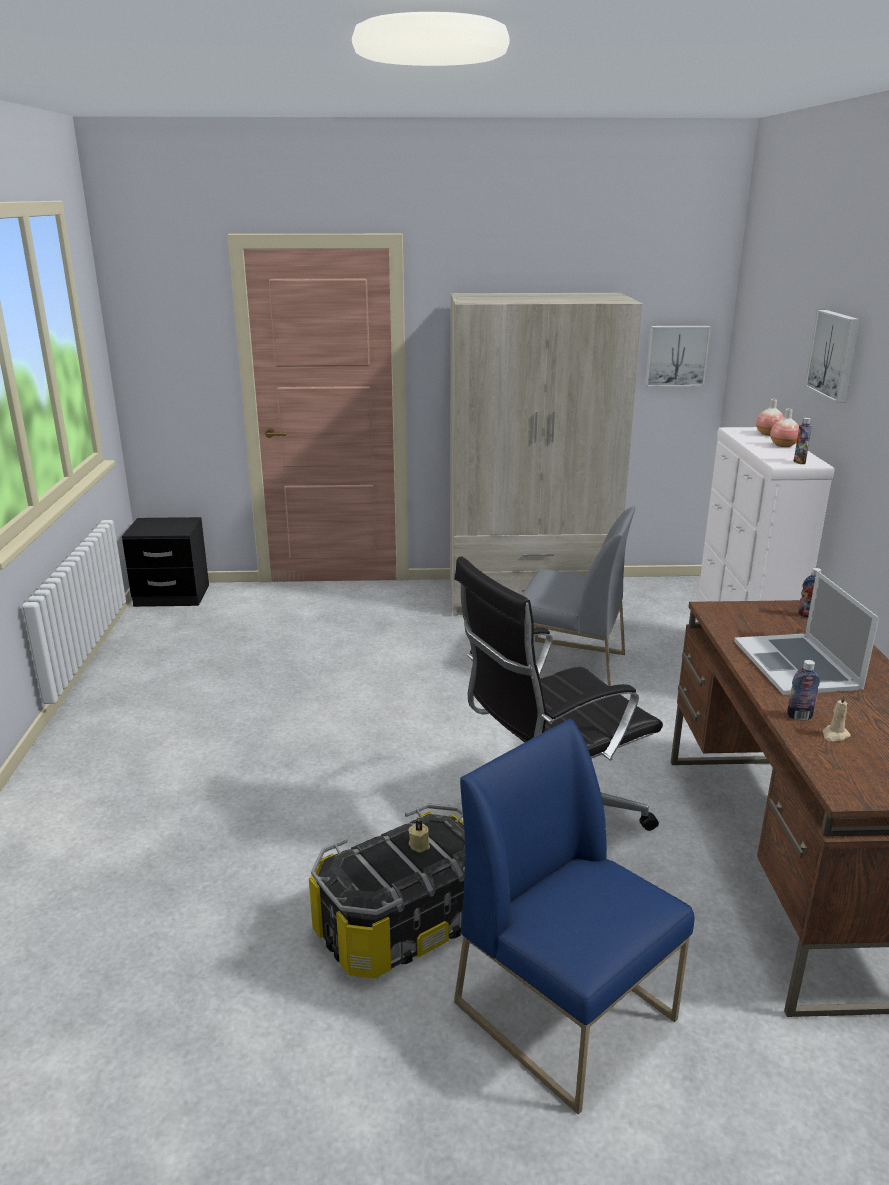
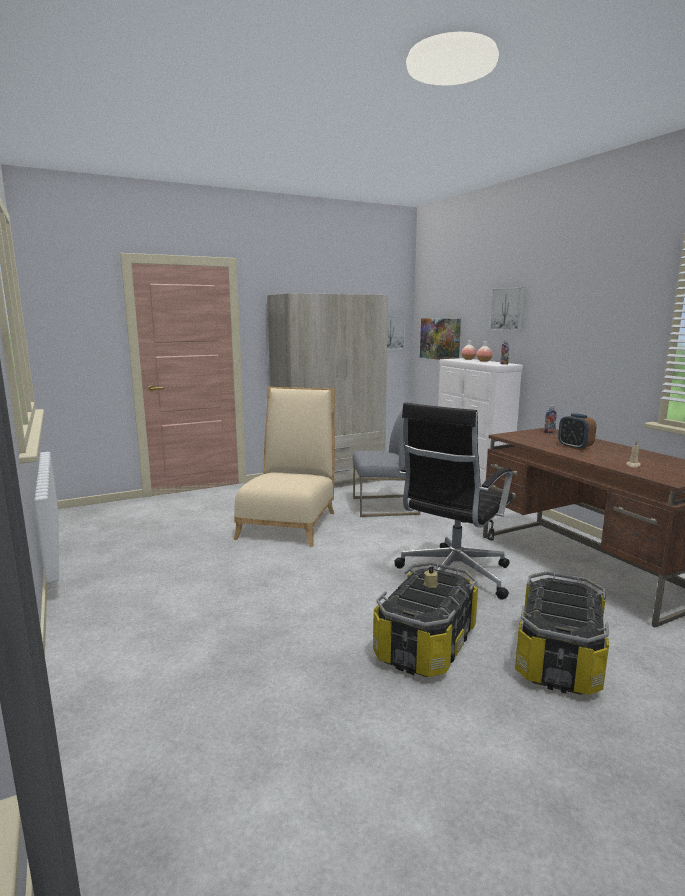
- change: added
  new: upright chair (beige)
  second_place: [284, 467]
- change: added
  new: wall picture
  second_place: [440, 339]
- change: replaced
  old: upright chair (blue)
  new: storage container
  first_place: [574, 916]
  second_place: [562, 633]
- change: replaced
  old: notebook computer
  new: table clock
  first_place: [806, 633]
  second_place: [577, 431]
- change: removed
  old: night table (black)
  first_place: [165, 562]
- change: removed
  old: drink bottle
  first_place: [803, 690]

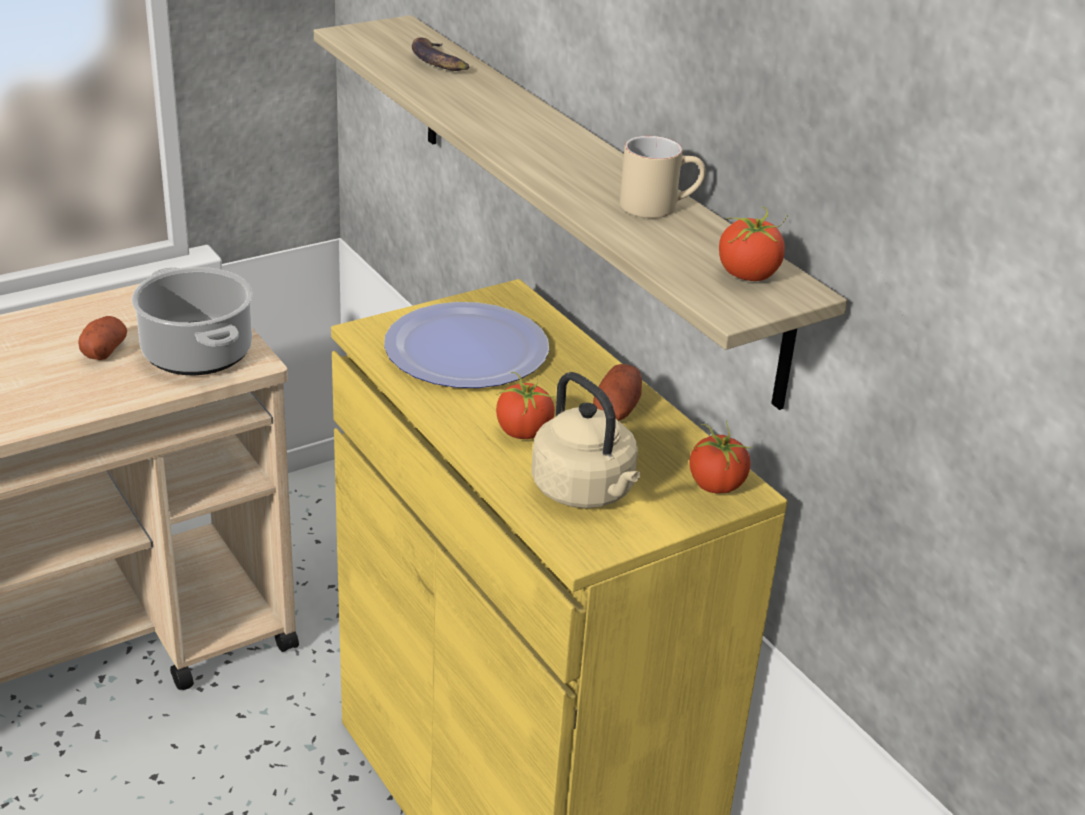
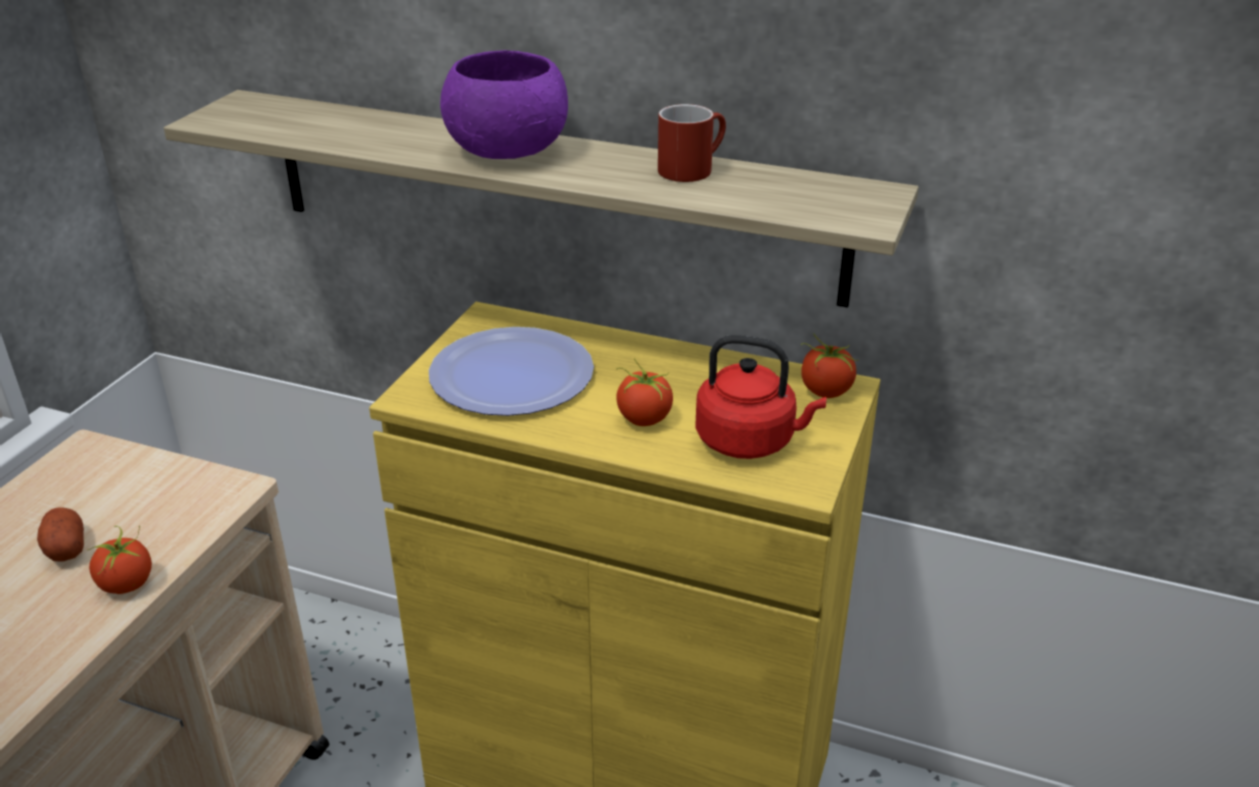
- change: moved
  old: tomato
  first_place: [753, 244]
  second_place: [119, 560]
- change: added
  new: bowl (purplish)
  second_place: [504, 104]
- change: recoloured
  old: tea mug (beige)
  new: tea mug (reddish)
  first_place: [663, 177]
  second_place: [692, 143]
- change: recoloured
  old: kettle (beige)
  new: kettle (reddish)
  first_place: [585, 440]
  second_place: [760, 397]
- change: removed
  old: saucepot
  first_place: [192, 321]
- change: removed
  old: banana fruit
  first_place: [440, 54]
- change: removed
  old: spud
  first_place: [617, 392]

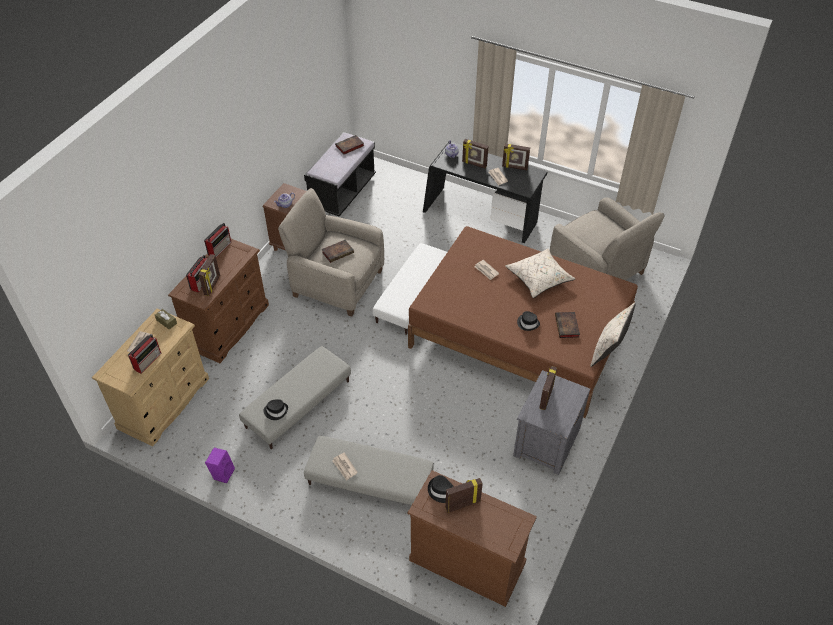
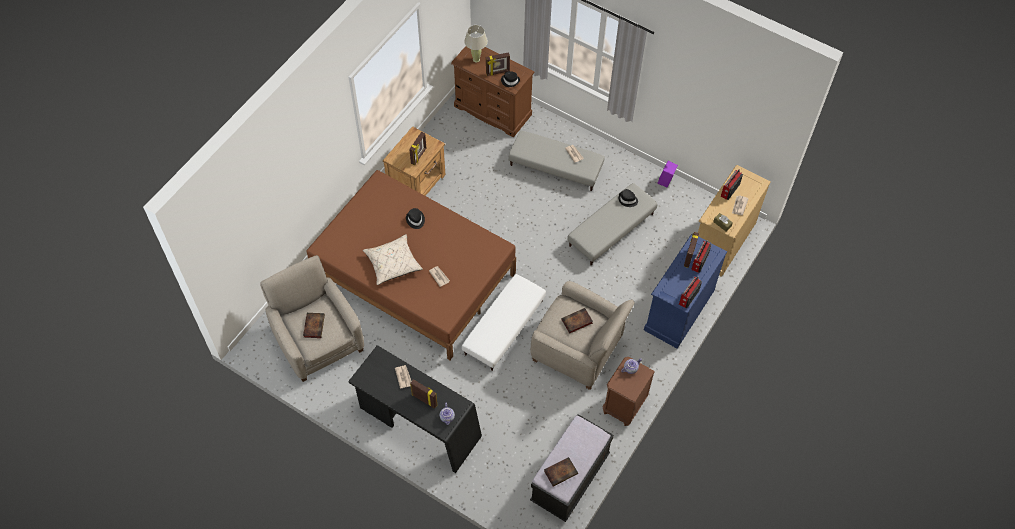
- change: moved
  old: bound book
  first_place: [567, 325]
  second_place: [314, 325]
- change: recoloured
  old: night table (grey)
  new: night table (brownish)
  first_place: [551, 422]
  second_place: [414, 161]
- change: added
  new: lamp for a table (beige)
  second_place: [476, 44]
- change: recoloured
  old: dresser (brownish)
  new: dresser (blue)
  first_place: [218, 301]
  second_place: [685, 291]
- change: removed
  old: picture frame
  first_place: [516, 156]
- change: removed
  old: cushion (beige)
  first_place: [613, 335]

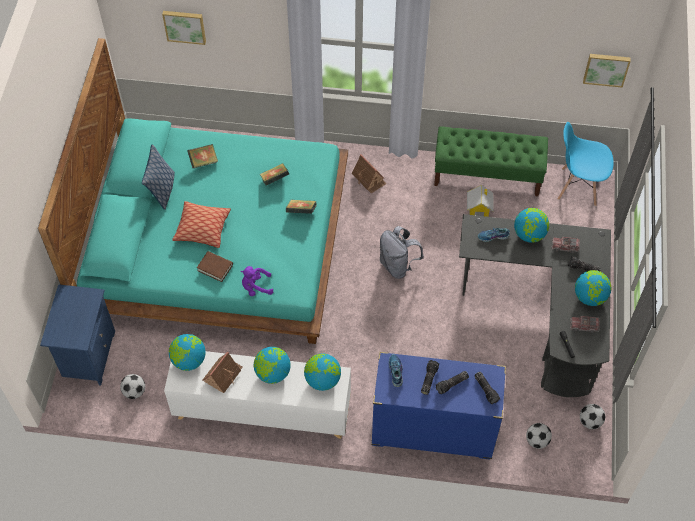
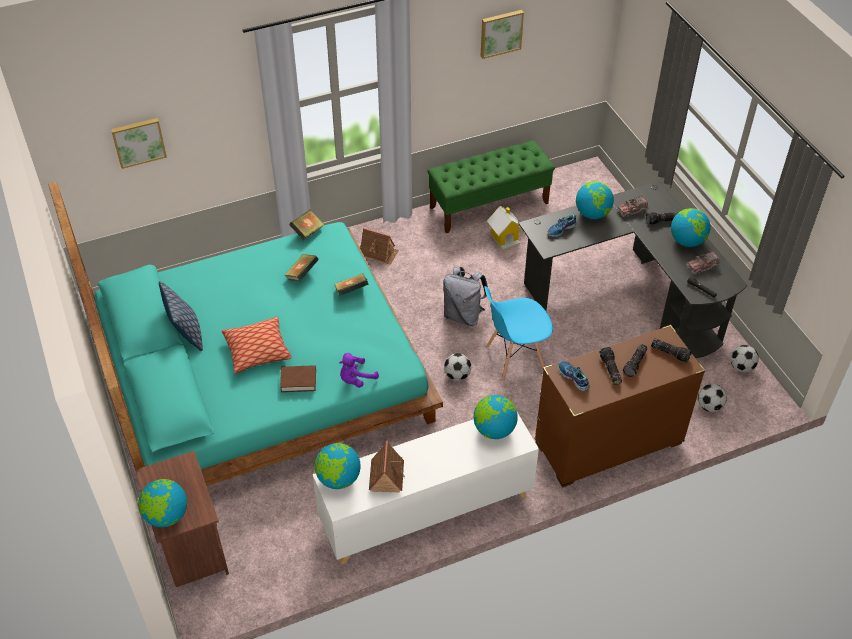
- change: recoloured
  old: night table (blue)
  new: night table (brownish)
  first_place: [77, 335]
  second_place: [182, 519]
- change: moved
  old: world globe
  first_place: [272, 365]
  second_place: [162, 503]
- change: moved
  old: bound book
  first_place: [202, 156]
  second_place: [306, 225]
- change: moved
  old: football
  first_place: [132, 386]
  second_place: [457, 367]
- change: moved
  old: wall picture
  first_place: [607, 71]
  second_place: [502, 34]
- change: moved
  old: upright chair (blue)
  first_place: [586, 164]
  second_place: [519, 334]
- change: recoloured
  old: dresser (blue)
  new: dresser (brownish)
  first_place: [438, 406]
  second_place: [619, 406]

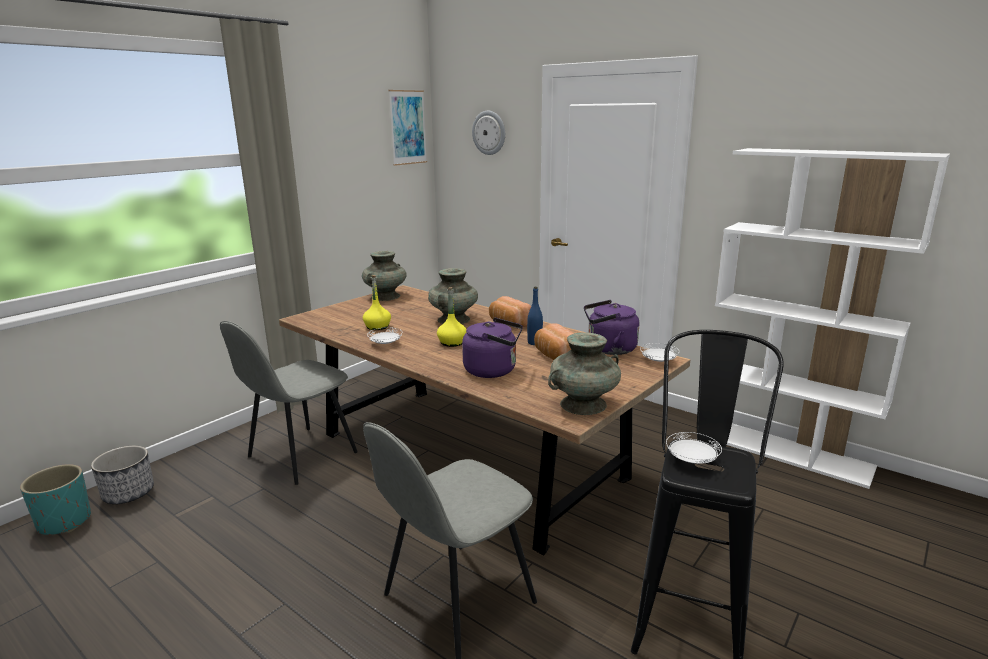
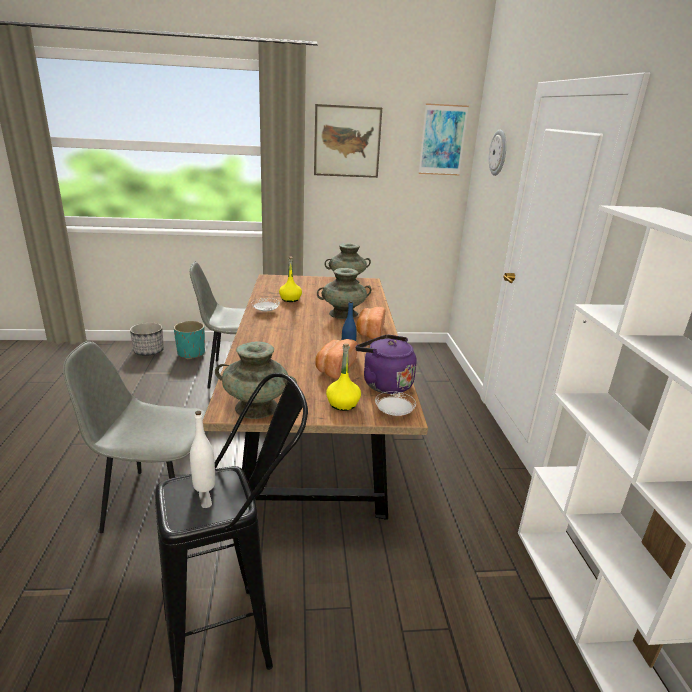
- change: moved
  old: planter (turquoise)
  first_place: [55, 499]
  second_place: [189, 340]
- change: replaced
  old: flat dish (white)
  new: drink bottle (white)
  first_place: [694, 448]
  second_place: [202, 451]
- change: added
  new: wall picture
  second_place: [348, 141]
- change: moved
  old: drink bottle (yellowish)
  first_place: [452, 317]
  second_place: [343, 377]
- change: removed
  old: kettle (purplish)
  first_place: [492, 347]

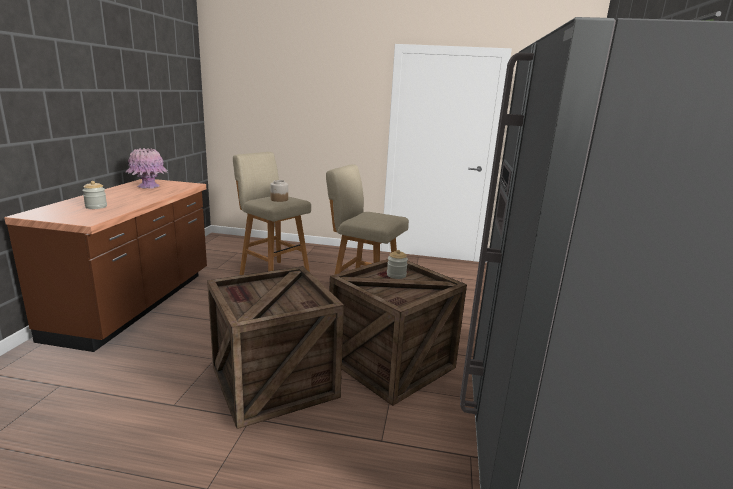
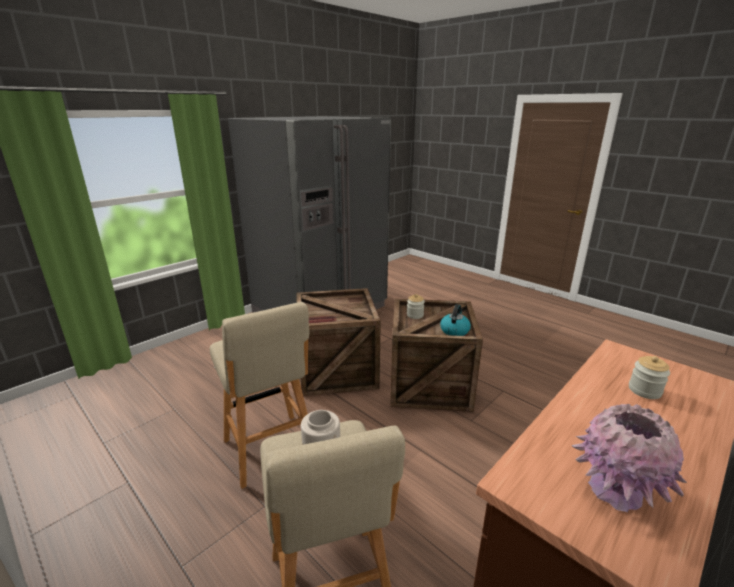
- change: moved
  old: jar
  first_place: [397, 264]
  second_place: [416, 306]
- change: added
  new: kettle
  second_place: [455, 320]

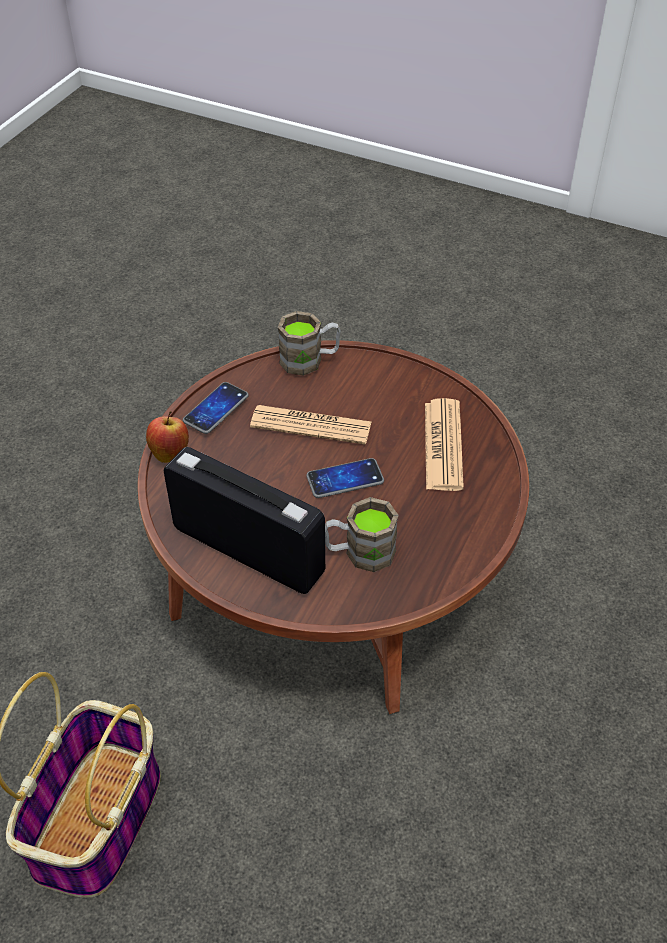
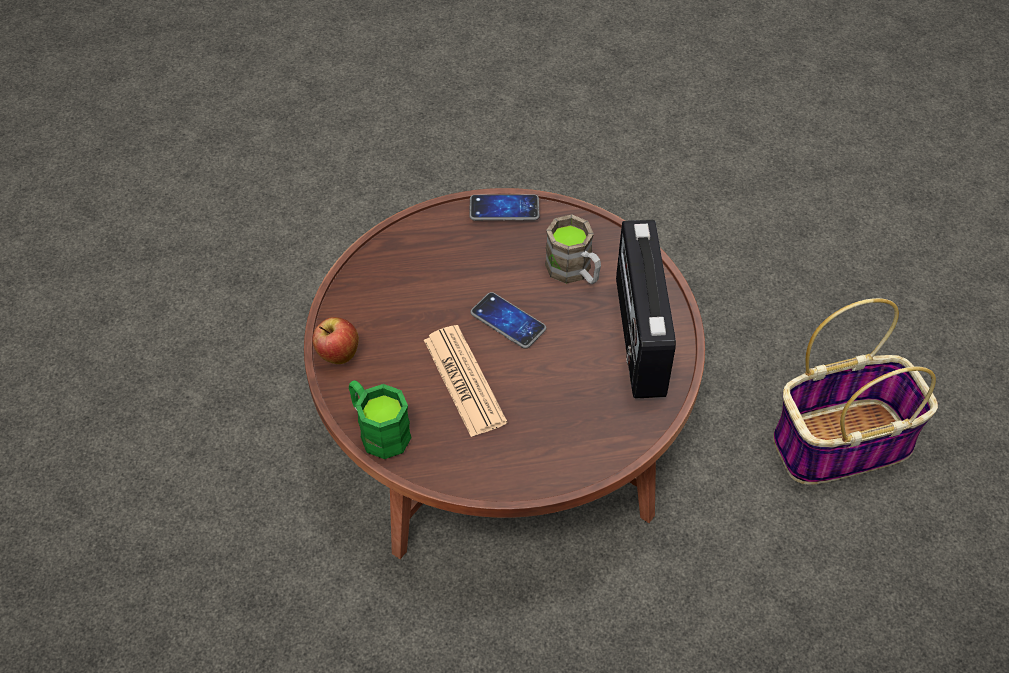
- change: moved
  old: whole apple
  first_place: [167, 437]
  second_place: [335, 340]
- change: recoloured
  old: tea mug (brownish)
  new: tea mug (green)
  first_place: [309, 343]
  second_place: [380, 419]
- change: moved
  old: handset
  first_place: [216, 408]
  second_place: [504, 207]
- change: removed
  old: printed paper
  first_place: [444, 444]

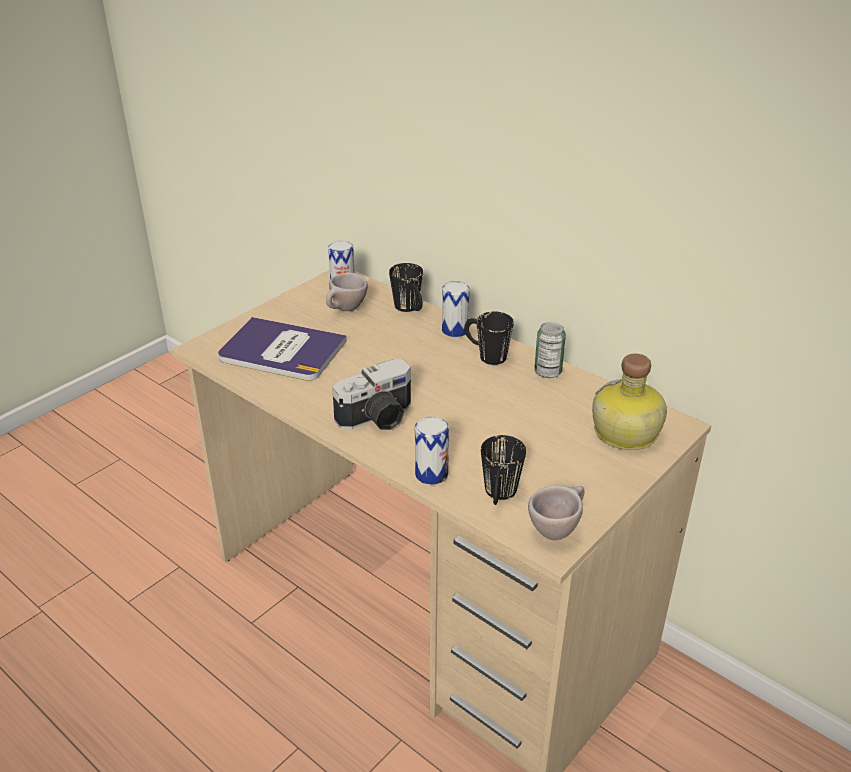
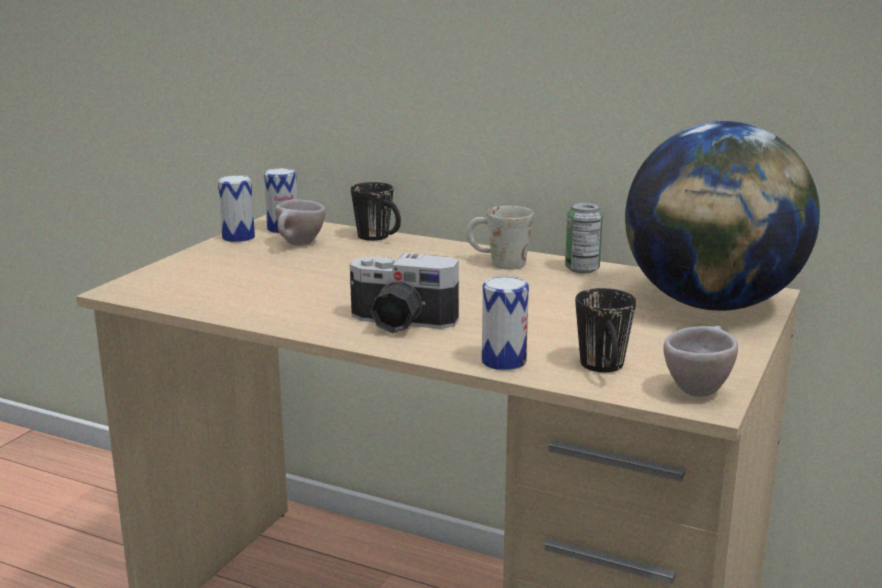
- change: moved
  old: can
  first_place: [456, 309]
  second_place: [236, 208]
- change: turned
  old: still camera
  first_place: [371, 394]
  second_place: [404, 293]
  degrees: 60
- change: recoloured
  old: tea mug (black)
  new: tea mug (white)
  first_place: [489, 338]
  second_place: [499, 238]
- change: replaced
  old: drink bottle
  new: world globe
  first_place: [629, 402]
  second_place: [722, 216]
- change: removed
  old: bound book
  first_place: [282, 349]

